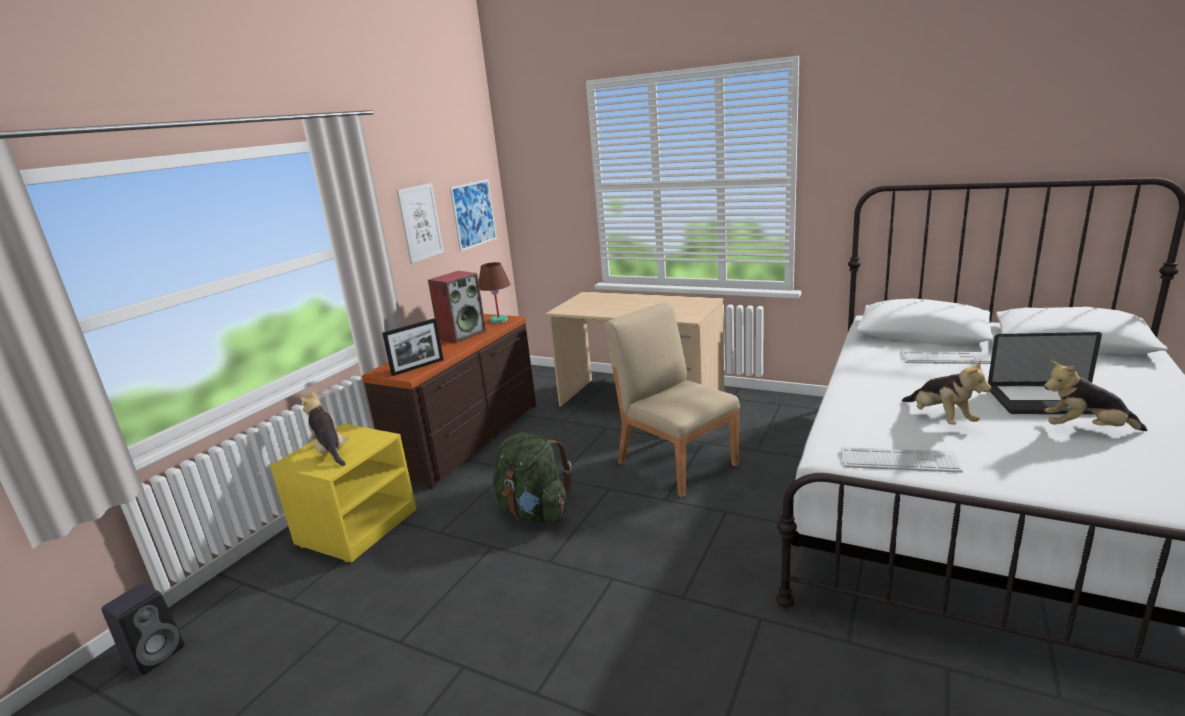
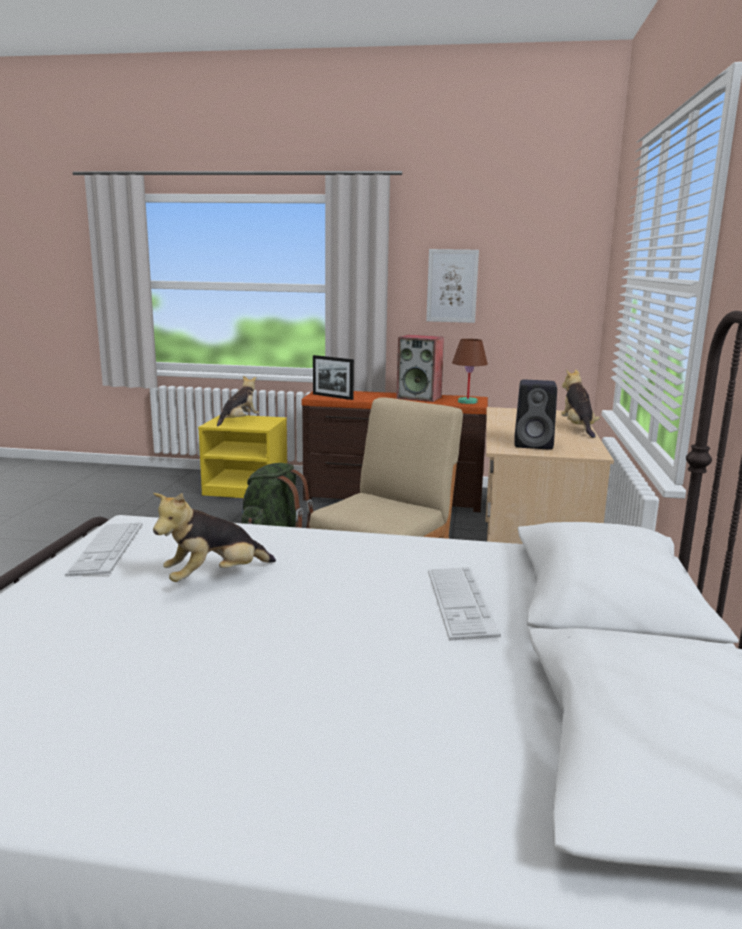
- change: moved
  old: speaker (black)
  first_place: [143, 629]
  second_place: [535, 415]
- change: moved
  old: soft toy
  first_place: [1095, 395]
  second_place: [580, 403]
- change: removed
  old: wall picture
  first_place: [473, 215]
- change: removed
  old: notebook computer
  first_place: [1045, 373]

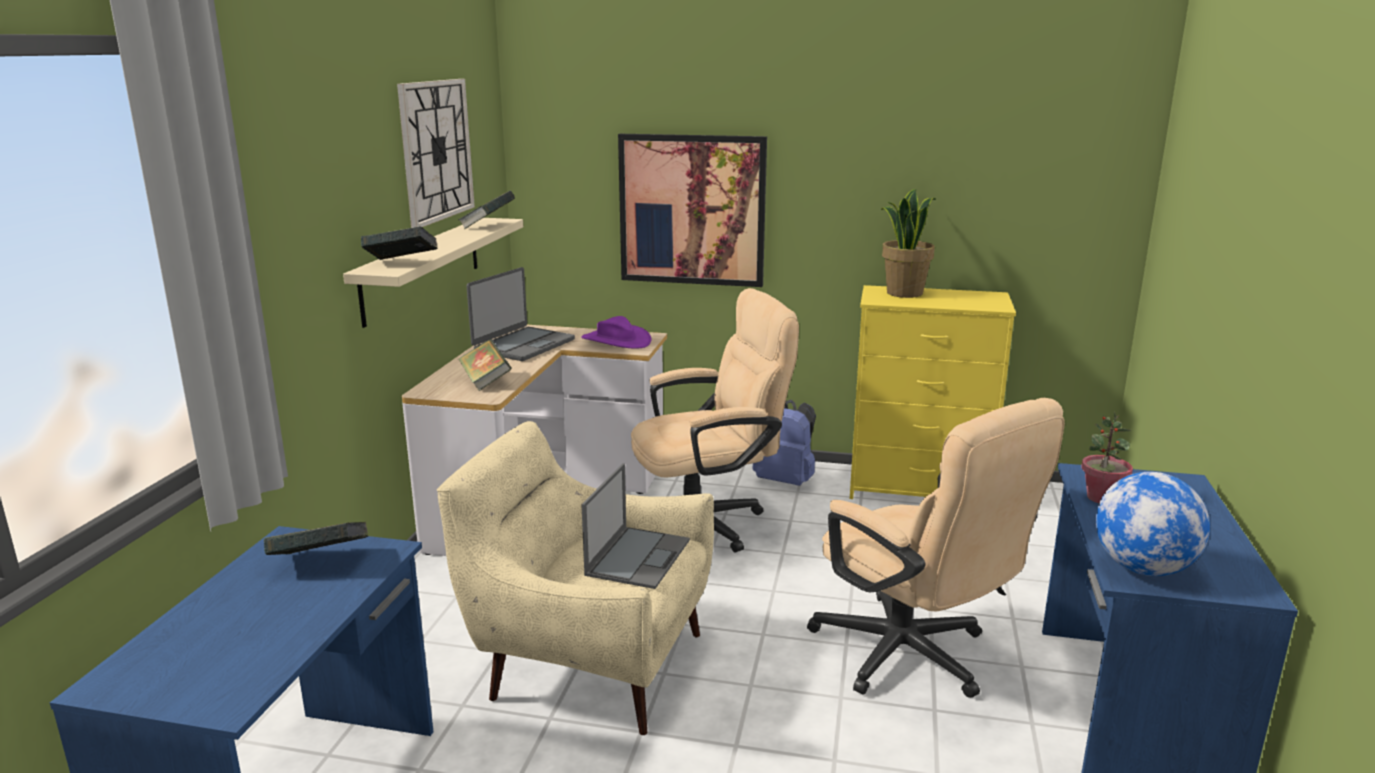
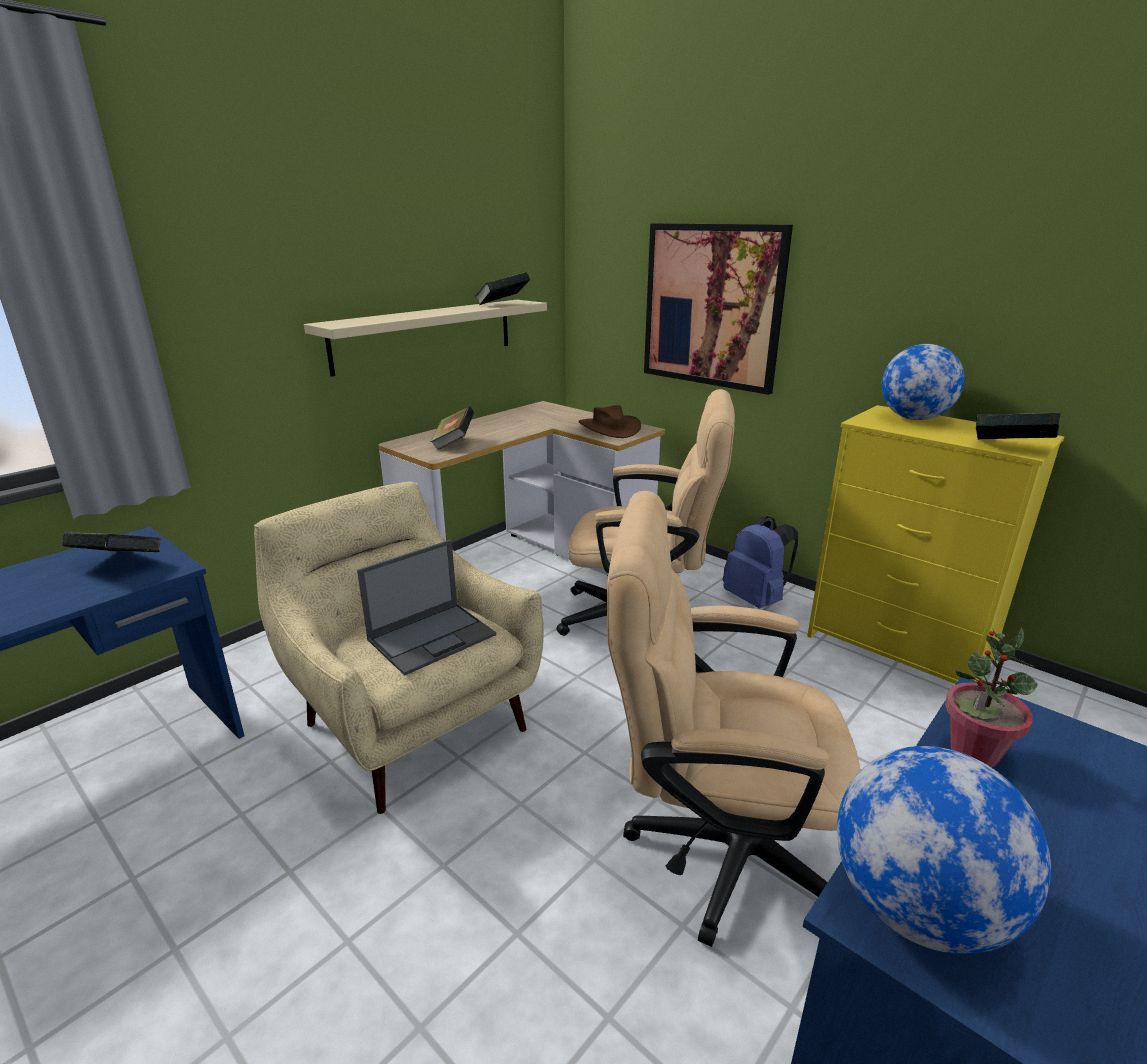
- change: recoloured
  old: hat (purplish)
  new: hat (brownish)
  first_place: [616, 332]
  second_place: [610, 421]
- change: turned
  old: desk chair (beige)
  first_place: [936, 548]
  second_place: [734, 719]
  degrees: 105
- change: replaced
  old: potted plant
  new: world globe
  first_place: [908, 243]
  second_place: [923, 382]
- change: moved
  old: bound book
  first_place: [399, 243]
  second_place: [1018, 426]
- change: removed
  old: clock on the wall
  first_place: [436, 153]
- change: removed
  old: notebook computer
  first_place: [521, 314]

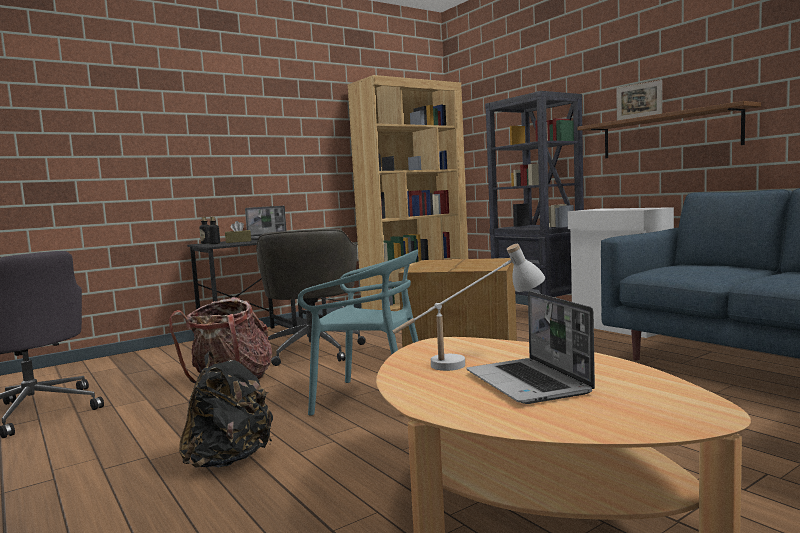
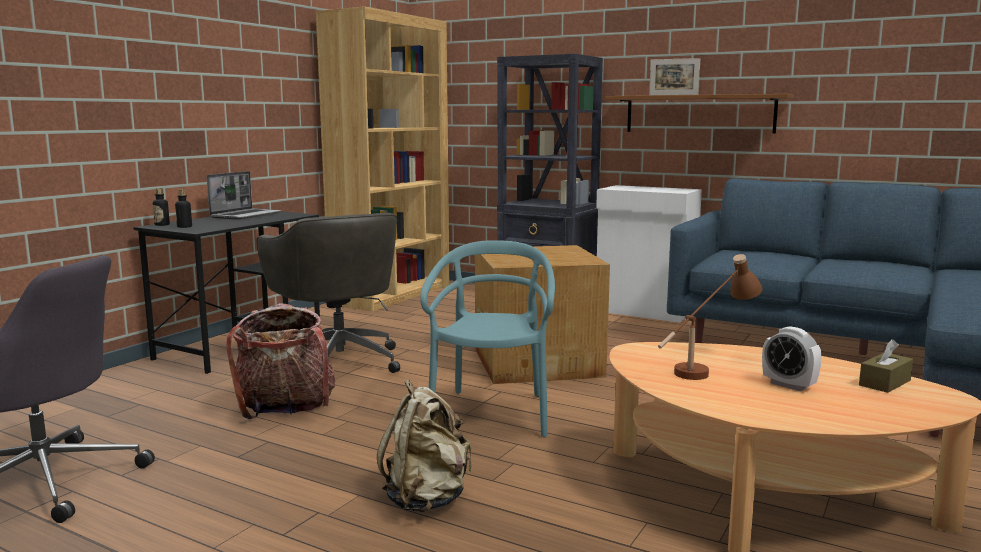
- change: recoloured
  old: rucksack (black)
  new: rucksack (beige)
  first_place: [226, 409]
  second_place: [424, 445]
- change: turned
  old: upright chair (turquoise)
  first_place: [358, 333]
  second_place: [487, 338]
  degrees: -75
- change: recoloured
  old: lamp for a table (white)
  new: lamp for a table (brownish)
  first_place: [468, 307]
  second_place: [710, 317]
- change: replaced
  old: notebook computer
  new: table clock
  first_place: [530, 347]
  second_place: [792, 358]
- change: moved
  old: tissue holder (brownish)
  first_place: [238, 232]
  second_place: [886, 366]

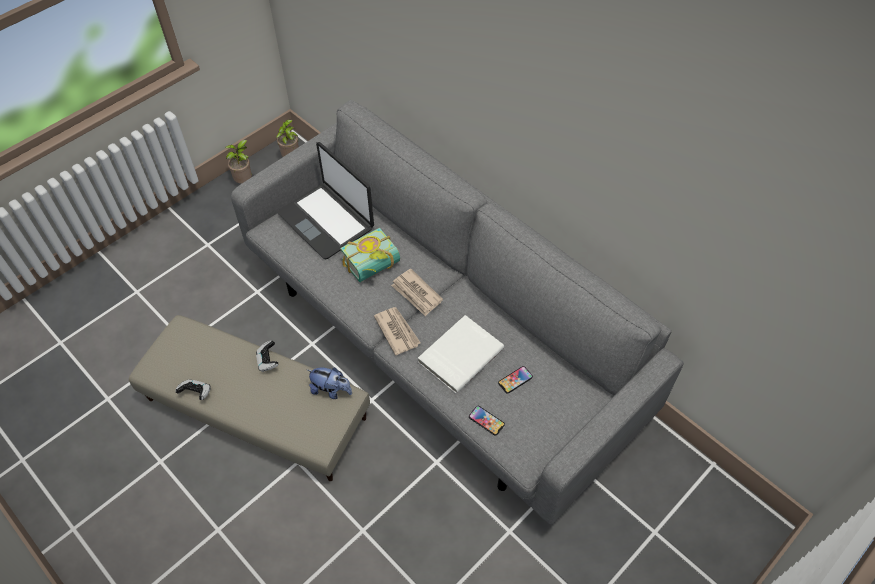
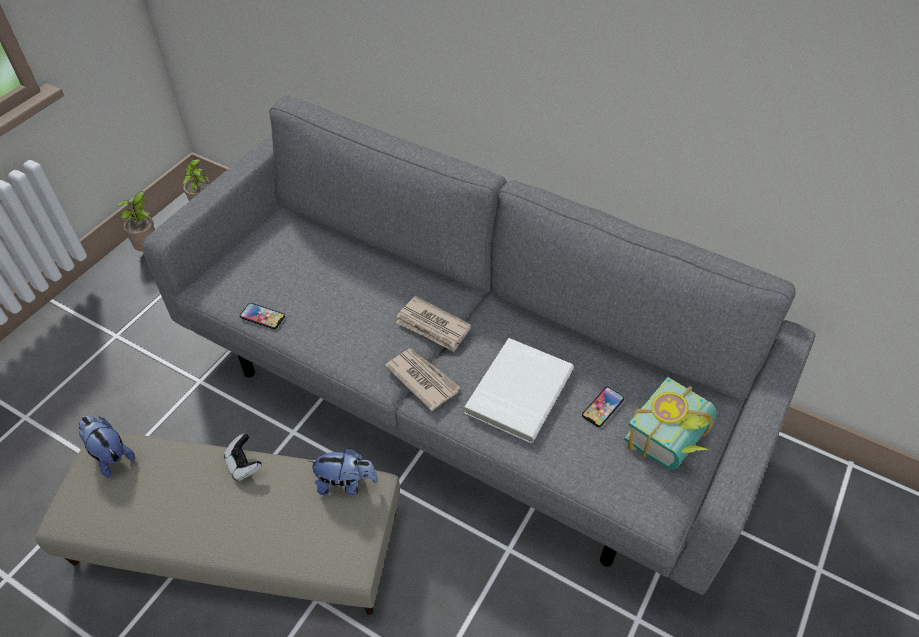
- change: added
  new: soft toy
  second_place: [106, 447]
- change: moved
  old: handset
  first_place: [487, 421]
  second_place: [262, 316]
- change: moved
  old: bound book
  first_place: [370, 255]
  second_place: [670, 423]
- change: removed
  old: gamepad
  first_place: [193, 389]
- change: removed
  old: notebook computer
  first_place: [325, 201]

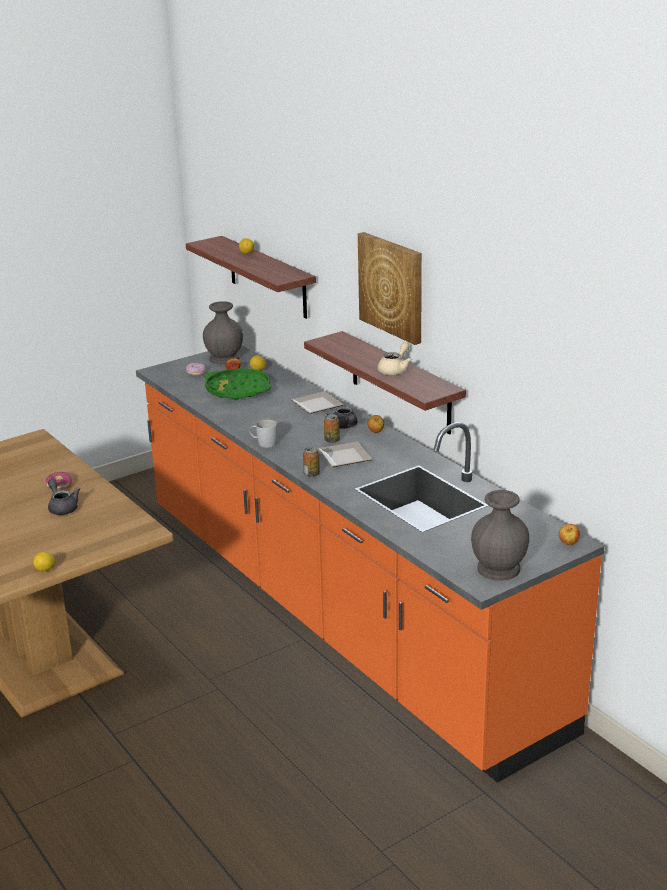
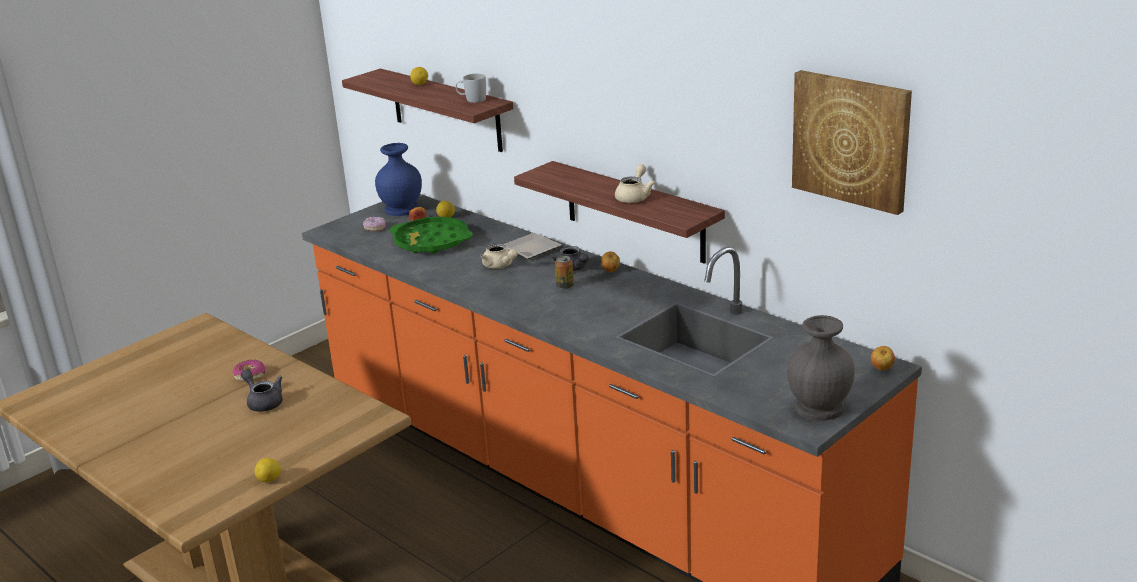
- change: recoloured
  old: decorative vase (grey)
  new: decorative vase (blue)
  first_place: [223, 333]
  second_place: [398, 179]
- change: moved
  old: tea mug (white)
  first_place: [263, 434]
  second_place: [471, 88]
- change: added
  new: teapot (beige)
  second_place: [499, 256]
- change: moved
  old: wall picture
  first_place: [390, 288]
  second_place: [852, 142]
- change: removed
  old: can
  first_place: [311, 462]
- change: removed
  old: flat dish
  first_place: [345, 454]

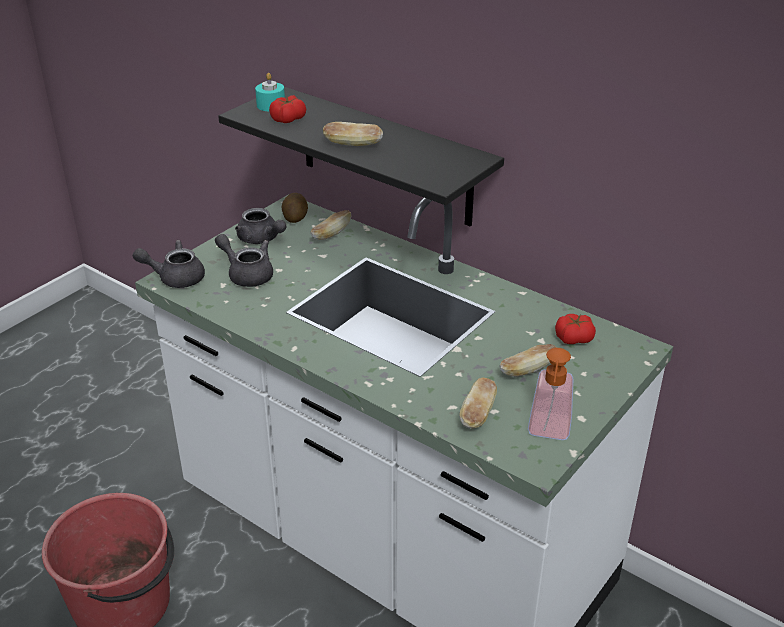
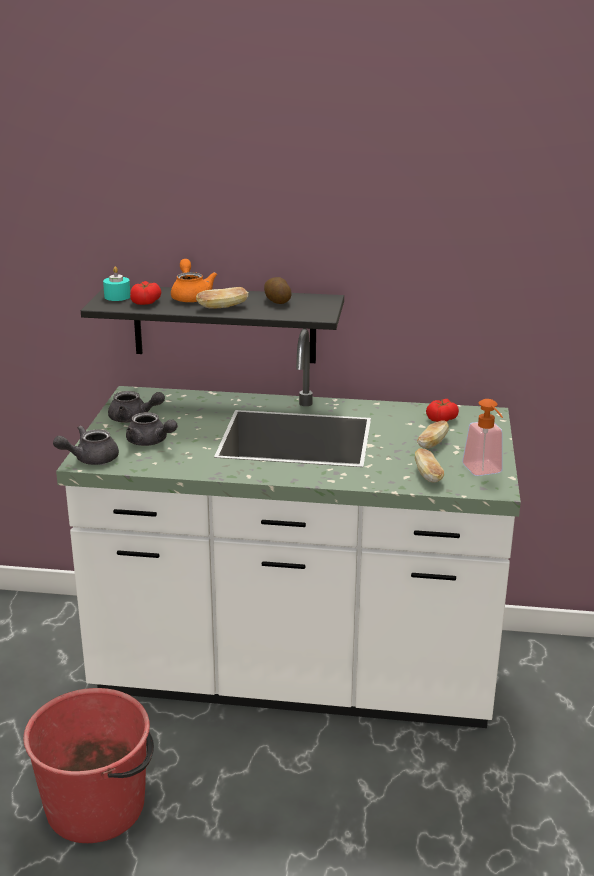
- change: turned
  old: teapot (grey)
  first_place: [244, 260]
  second_place: [152, 429]
  degrees: -150
- change: added
  new: teapot (orange)
  second_place: [194, 281]
- change: moved
  old: spud
  first_place: [294, 208]
  second_place: [278, 290]
- change: removed
  old: bread
  first_place: [331, 225]

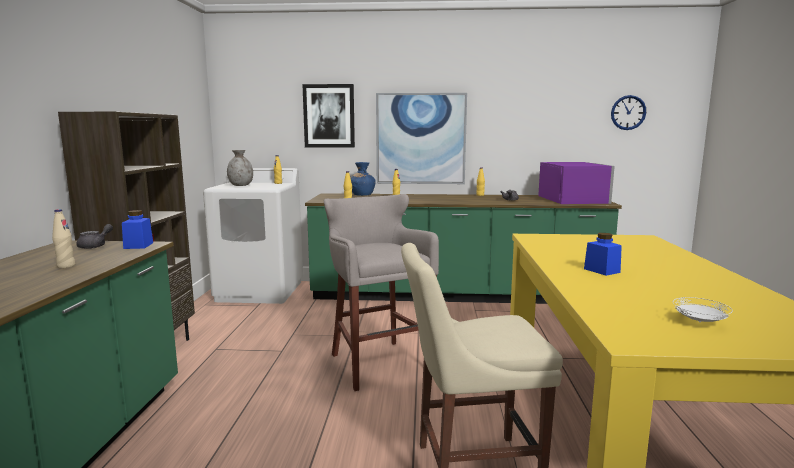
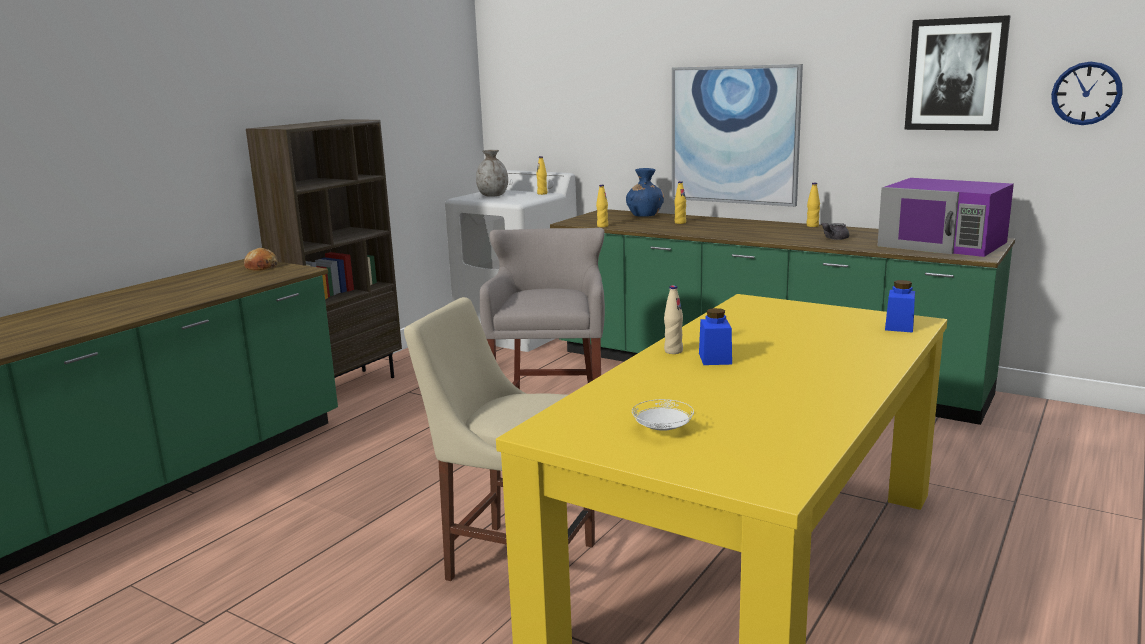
- change: replaced
  old: teapot (grey)
  new: bread
  first_place: [94, 236]
  second_place: [261, 259]
- change: moved
  old: drink bottle (beige)
  first_place: [63, 238]
  second_place: [673, 319]
- change: turned
  old: microwave oven (purplish)
  first_place: [576, 183]
  second_place: [945, 217]
  degrees: 105
- change: moved
  old: jar (blue)
  first_place: [137, 229]
  second_place: [900, 306]
- change: moved
  old: wall picture
  first_place: [328, 116]
  second_place: [957, 73]

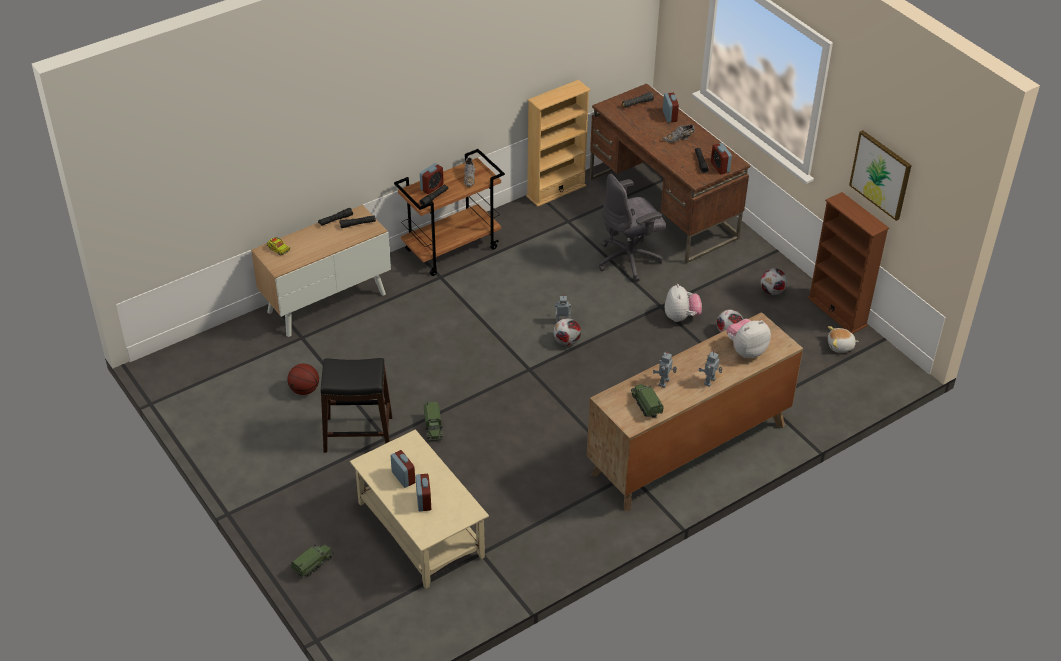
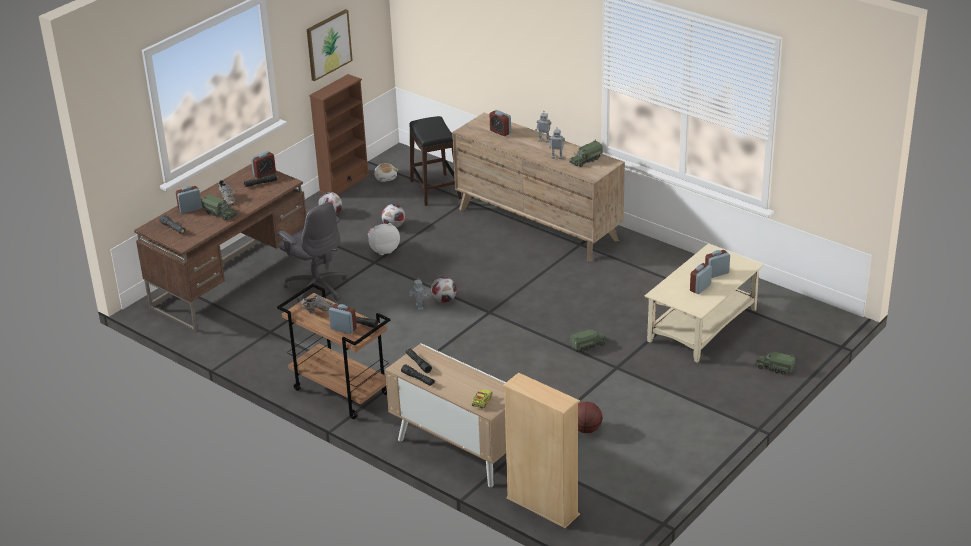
- change: added
  new: model truck
  second_place: [219, 207]
- change: moved
  old: stool seat (black)
  first_place: [356, 405]
  second_place: [435, 161]
- change: replaced
  old: soft toy
  new: table clock
  first_place: [748, 338]
  second_place: [500, 123]
- change: moved
  old: bookcase (beige)
  first_place: [558, 143]
  second_place: [541, 450]

